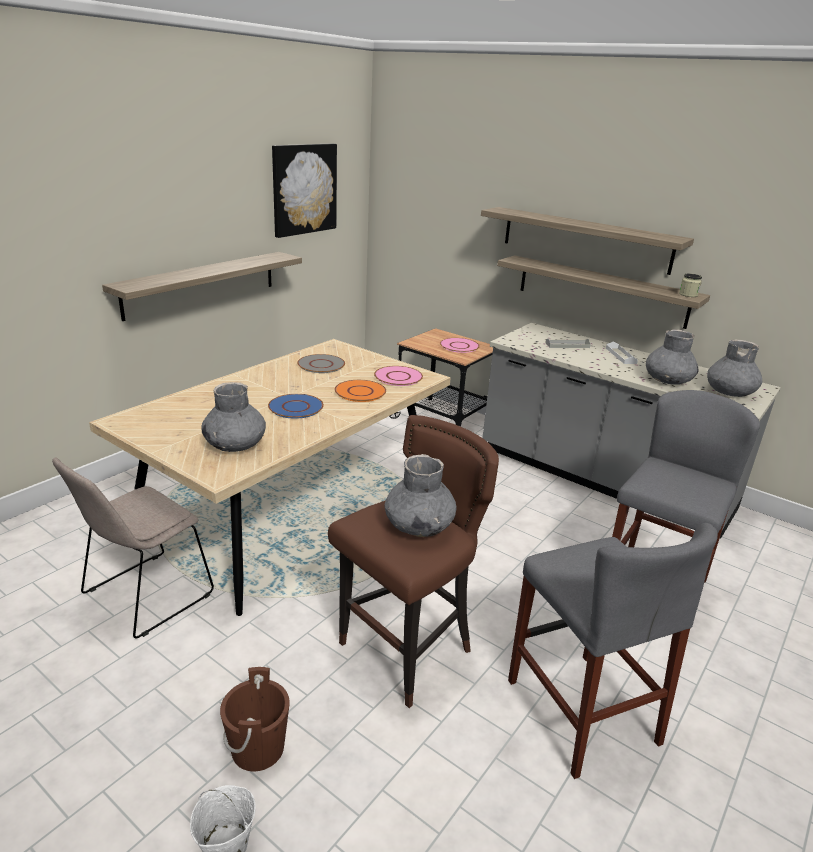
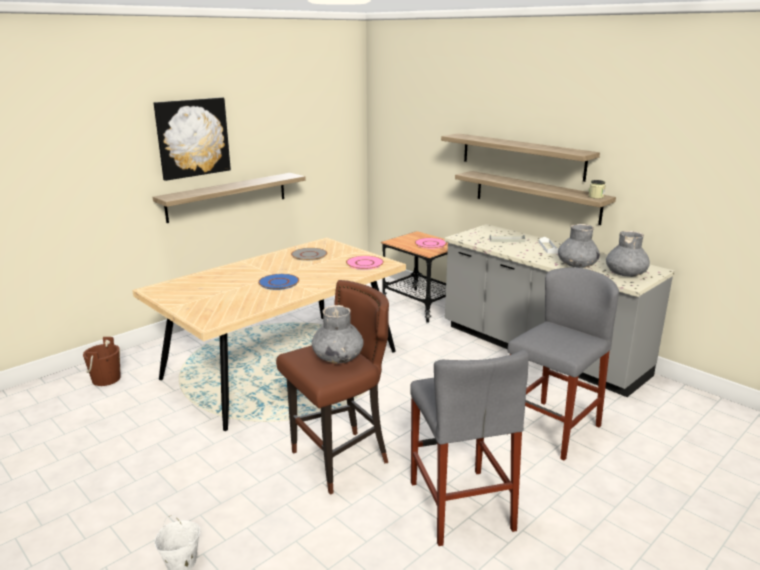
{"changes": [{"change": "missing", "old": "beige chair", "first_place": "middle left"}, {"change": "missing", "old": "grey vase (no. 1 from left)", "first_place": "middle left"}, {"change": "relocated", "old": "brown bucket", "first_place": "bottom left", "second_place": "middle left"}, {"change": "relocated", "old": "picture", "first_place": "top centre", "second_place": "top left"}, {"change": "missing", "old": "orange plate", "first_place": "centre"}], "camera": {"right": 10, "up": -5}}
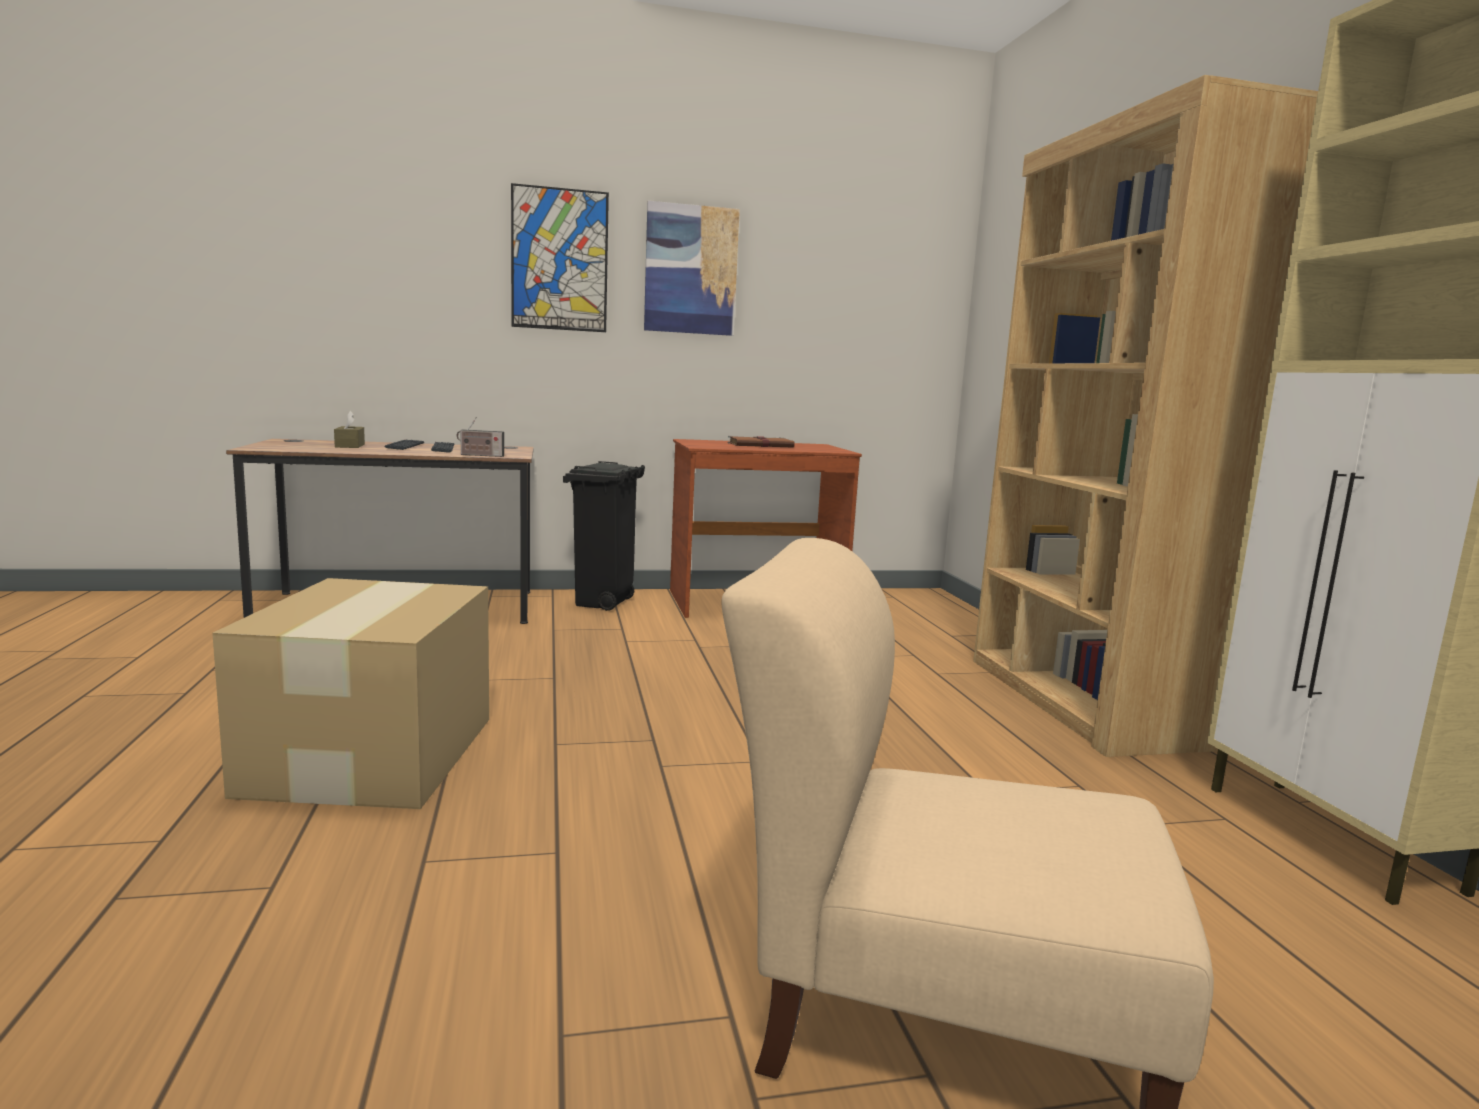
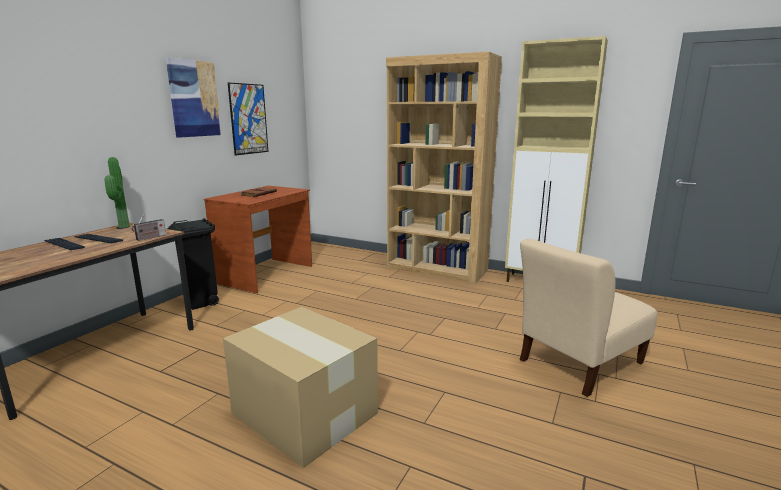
{"changes": [{"change": "missing", "old": "brown tissue box", "first_place": "middle left"}, {"change": "relocated", "old": "picture (no. 1 from left in the first image)", "new": "picture (no. 2 from left)", "first_place": "top centre", "second_place": "top left"}, {"change": "appeared", "new": "potted plant", "second_place": "middle left"}], "camera": {"right": -50, "up": 5}}
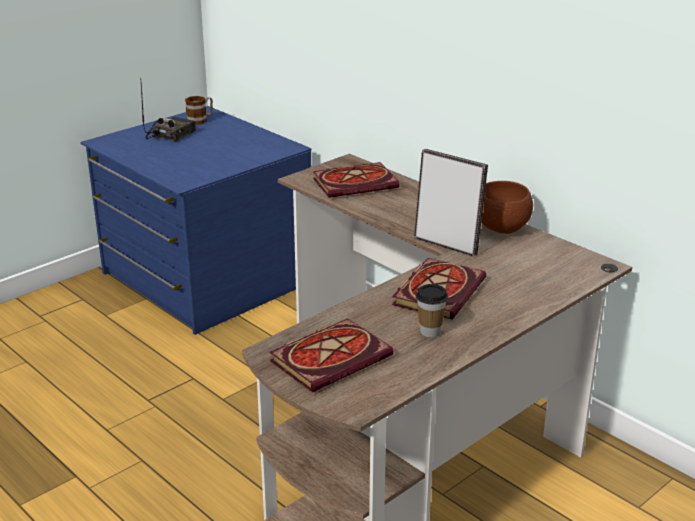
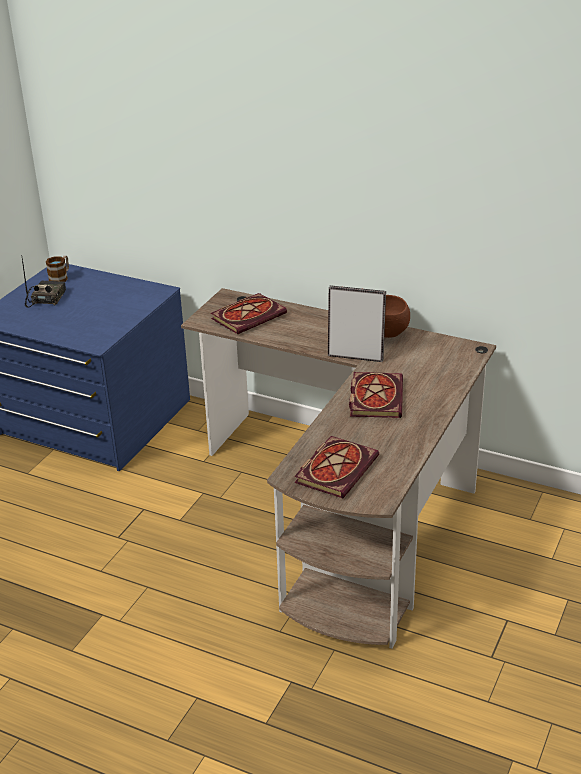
{"changes": [{"change": "missing", "old": "cup", "first_place": "centre"}], "camera": {"right": -20, "up": 5}}
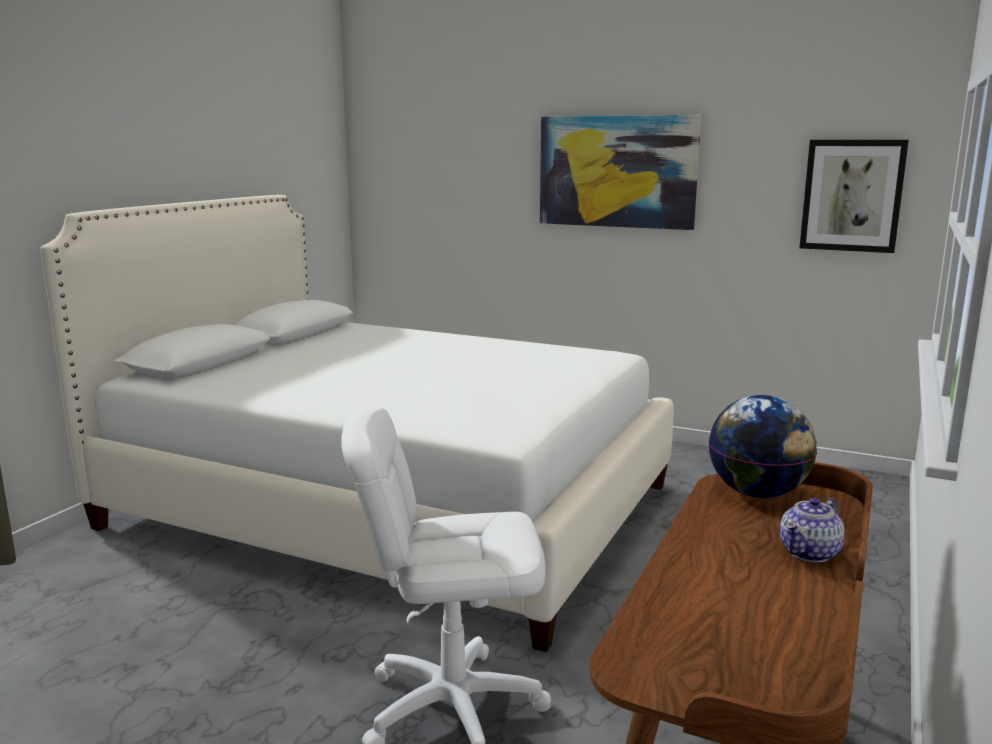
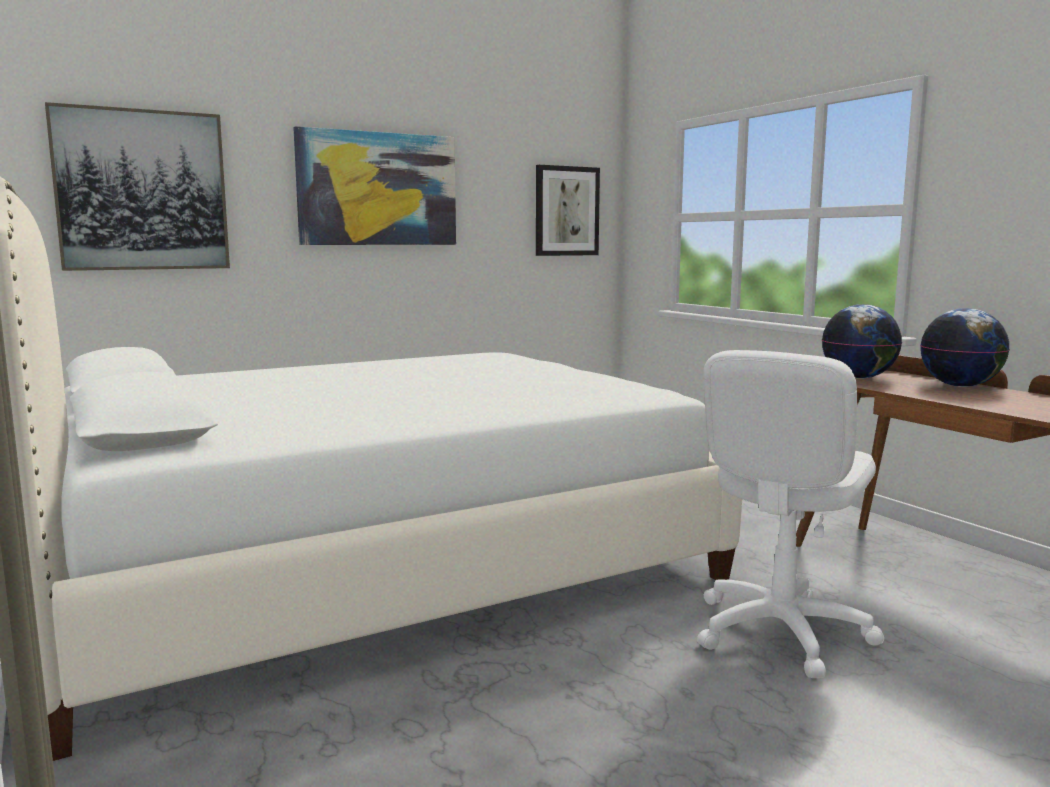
{"changes": [{"change": "exchanged", "old": "teapot", "new": "globe (no. 2 from left)", "first_place": "bottom right", "second_place": "middle right"}, {"change": "appeared", "new": "picture (no. 1 from left)", "second_place": "top left"}], "camera": {"right": -55, "up": -5}}
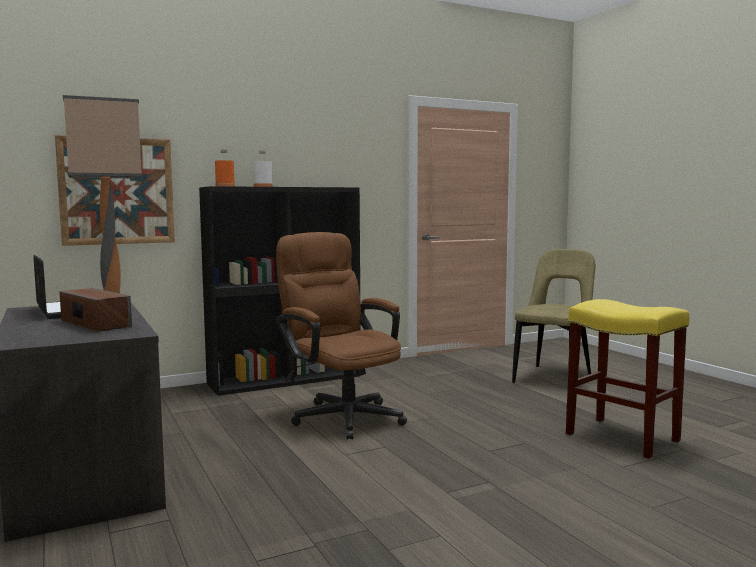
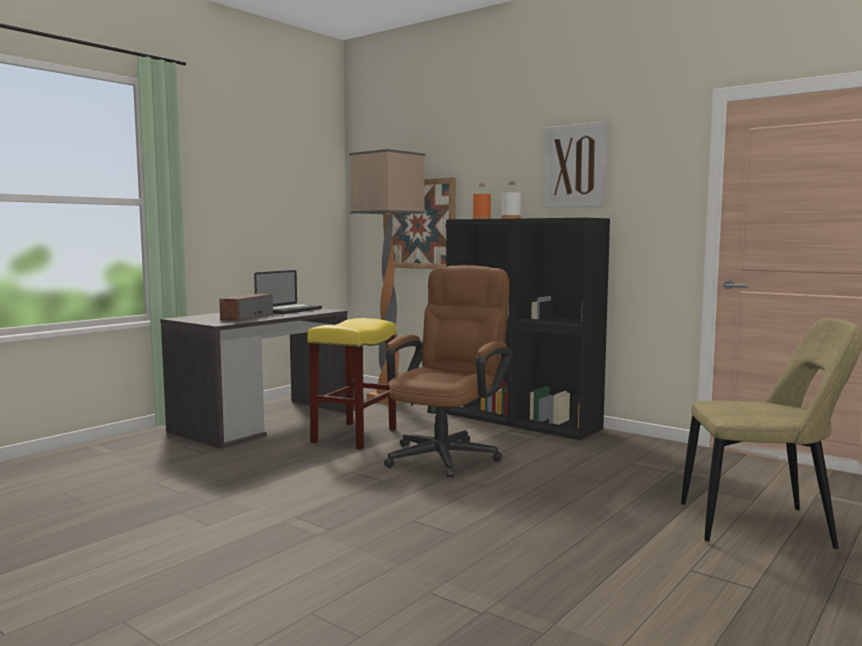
{"changes": [{"change": "relocated", "old": "yellow stool", "first_place": "bottom right", "second_place": "centre"}, {"change": "appeared", "new": "picture (no. 2 from left)", "second_place": "top right"}], "camera": {"right": 65, "up": 0}}
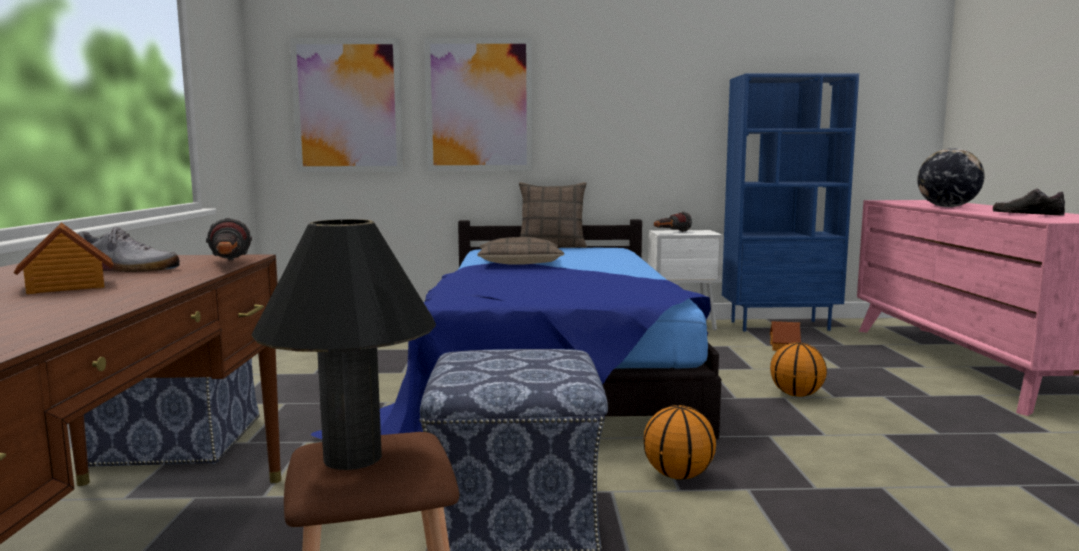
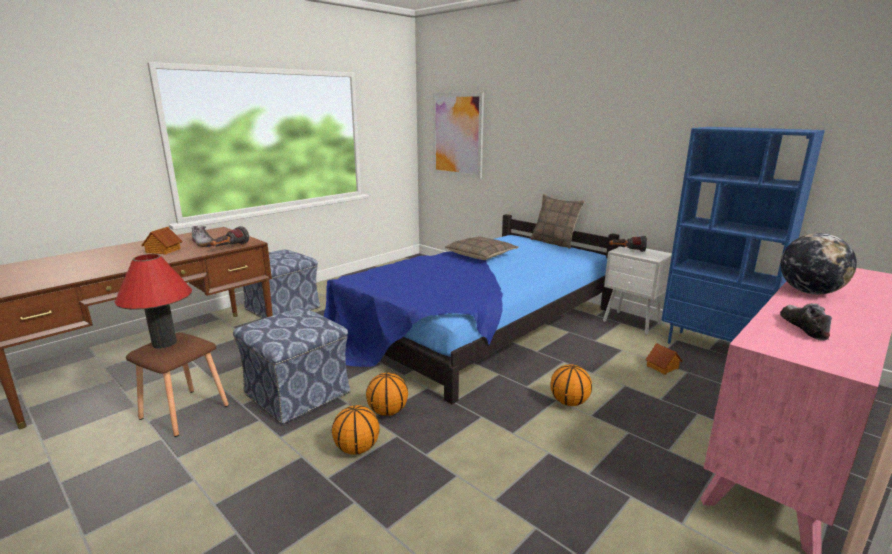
{"changes": [{"change": "colour", "old": "black table lamp", "new": "red table lamp", "first_place": "middle left", "second_place": "middle left"}, {"change": "missing", "old": "picture (no. 2 from left)", "first_place": "top centre"}, {"change": "appeared", "new": "basketball (no. 1 from left)", "second_place": "bottom centre"}], "camera": {"right": 45, "up": 10}}
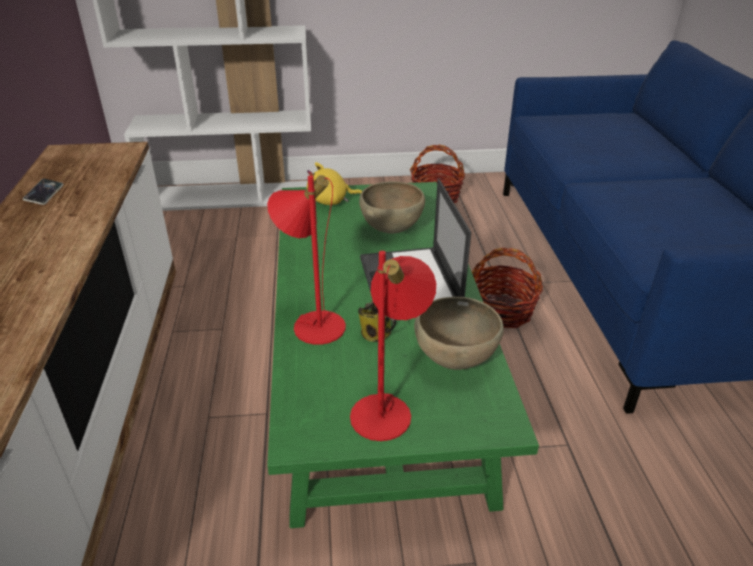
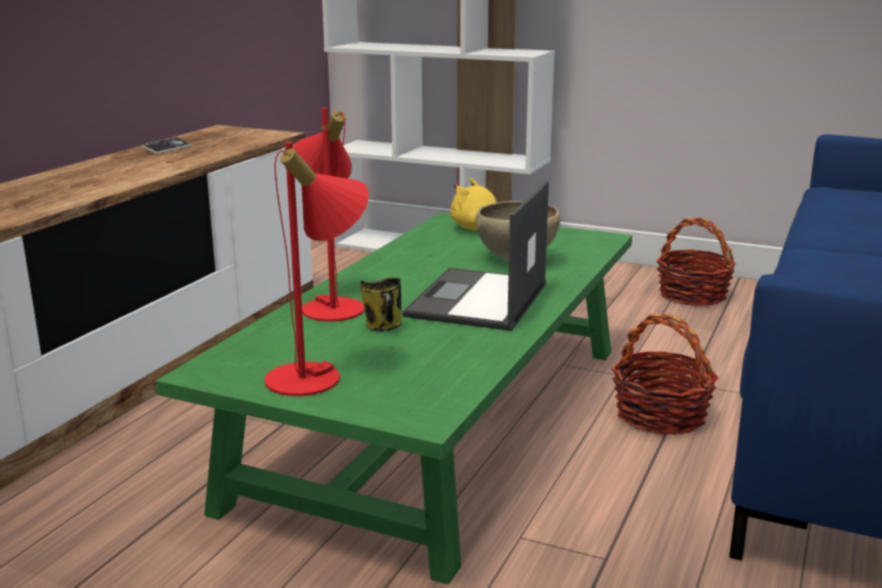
{"changes": [{"change": "missing", "old": "brown bowl (no. 2 from left)", "first_place": "centre"}], "camera": {"right": 30, "up": -15}}
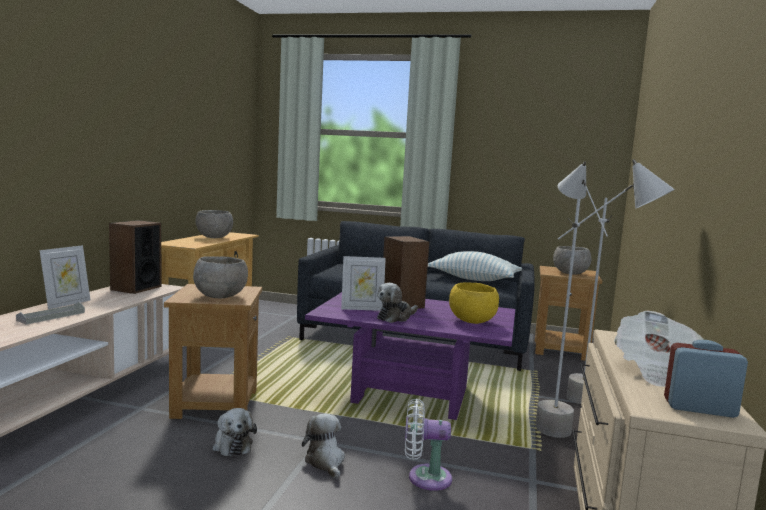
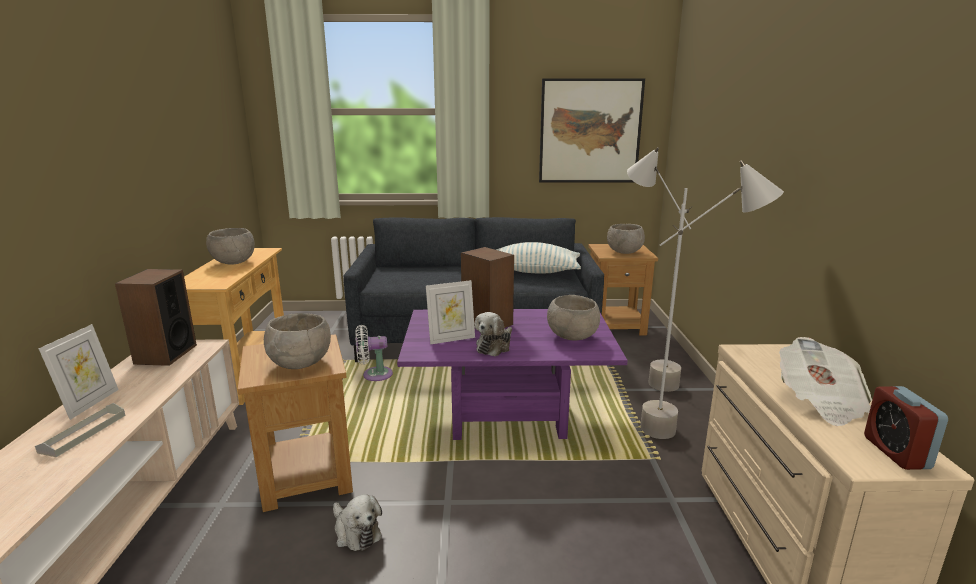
{"changes": [{"change": "missing", "old": "plush toy (no. 2 from left)", "first_place": "bottom centre"}, {"change": "relocated", "old": "white fan", "first_place": "bottom centre", "second_place": "centre"}, {"change": "colour", "old": "yellow bowl", "new": "grey bowl (no. 3 from left)", "first_place": "centre", "second_place": "centre"}, {"change": "spun", "old": "alarm clock", "first_place": "bottom right", "second_place": "bottom right", "degrees": -90}, {"change": "appeared", "new": "picture", "second_place": "top centre"}], "camera": {"right": -15, "up": 10}}
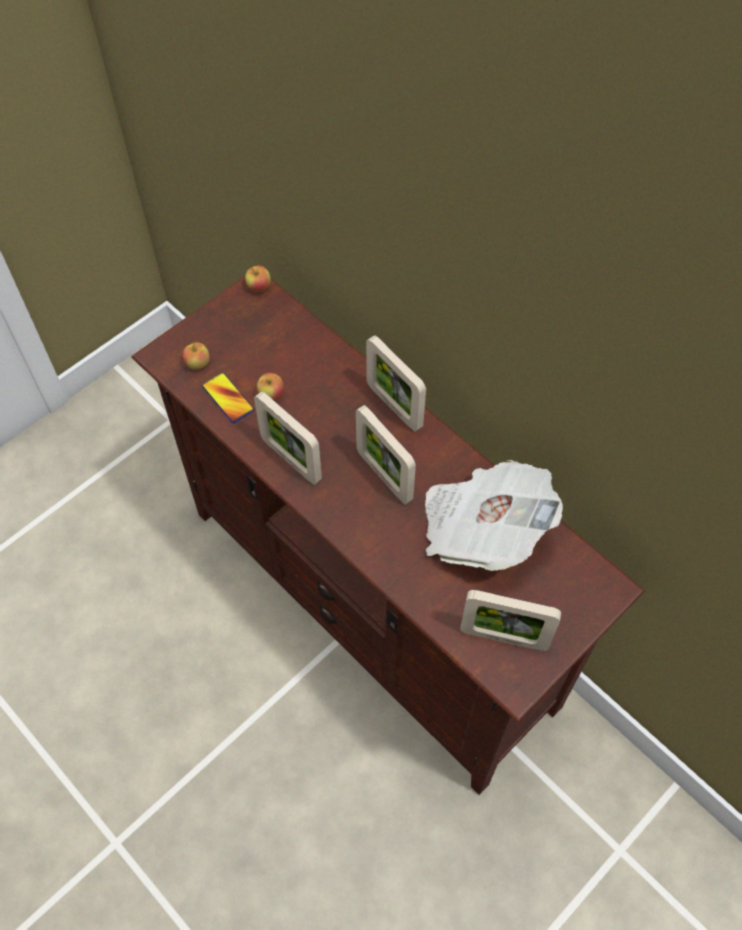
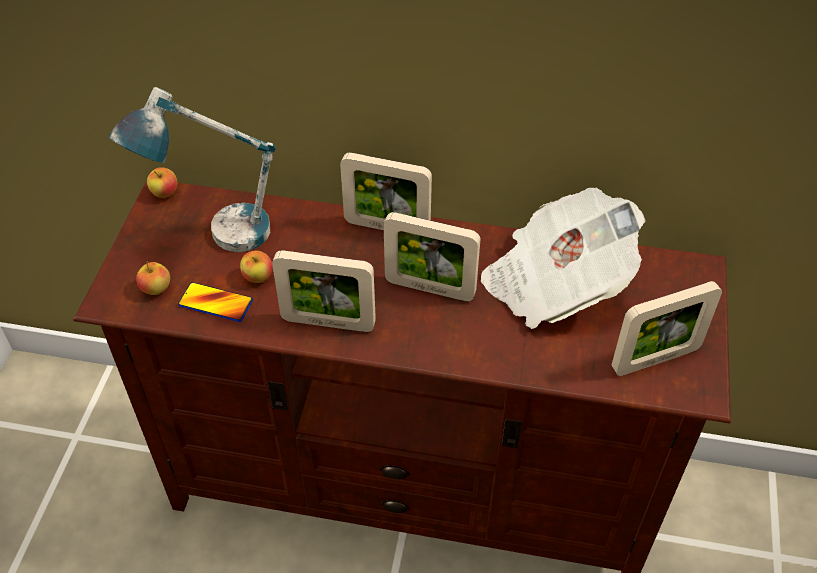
{"changes": [{"change": "appeared", "new": "table lamp", "second_place": "top left"}], "camera": {"right": -35, "up": -10}}
